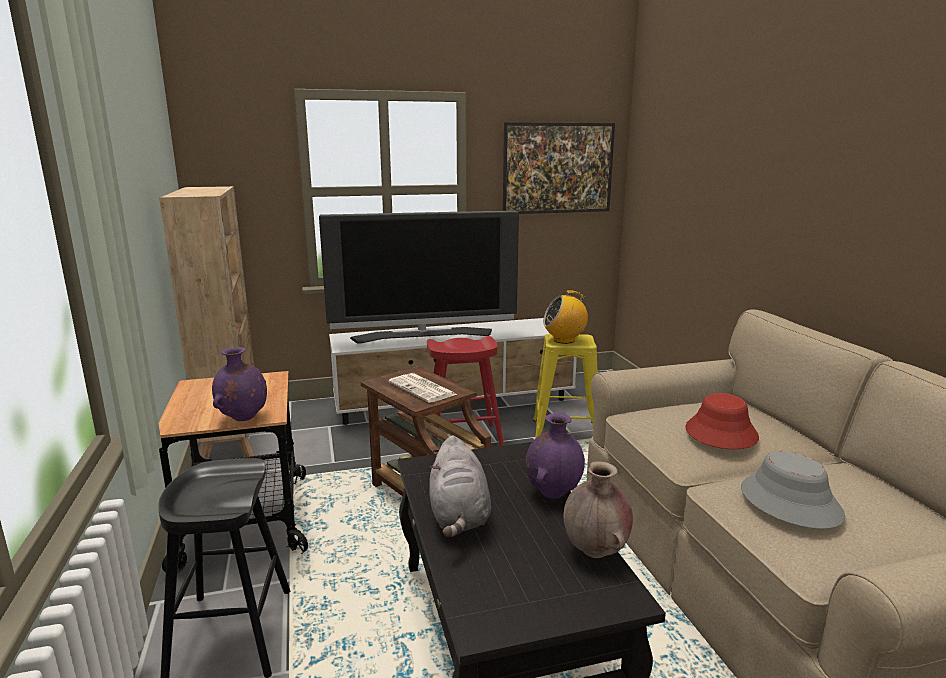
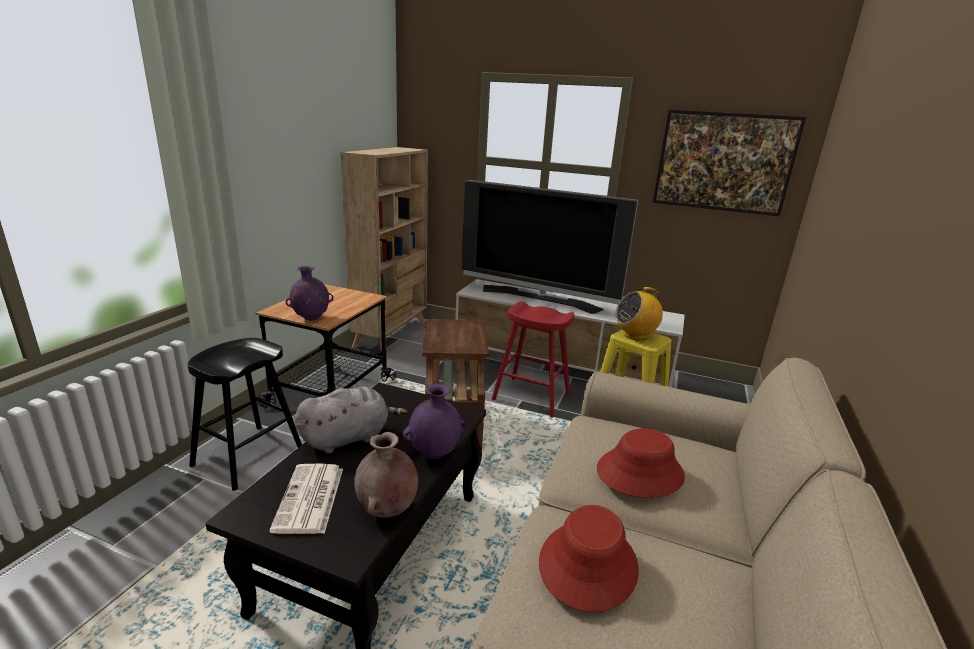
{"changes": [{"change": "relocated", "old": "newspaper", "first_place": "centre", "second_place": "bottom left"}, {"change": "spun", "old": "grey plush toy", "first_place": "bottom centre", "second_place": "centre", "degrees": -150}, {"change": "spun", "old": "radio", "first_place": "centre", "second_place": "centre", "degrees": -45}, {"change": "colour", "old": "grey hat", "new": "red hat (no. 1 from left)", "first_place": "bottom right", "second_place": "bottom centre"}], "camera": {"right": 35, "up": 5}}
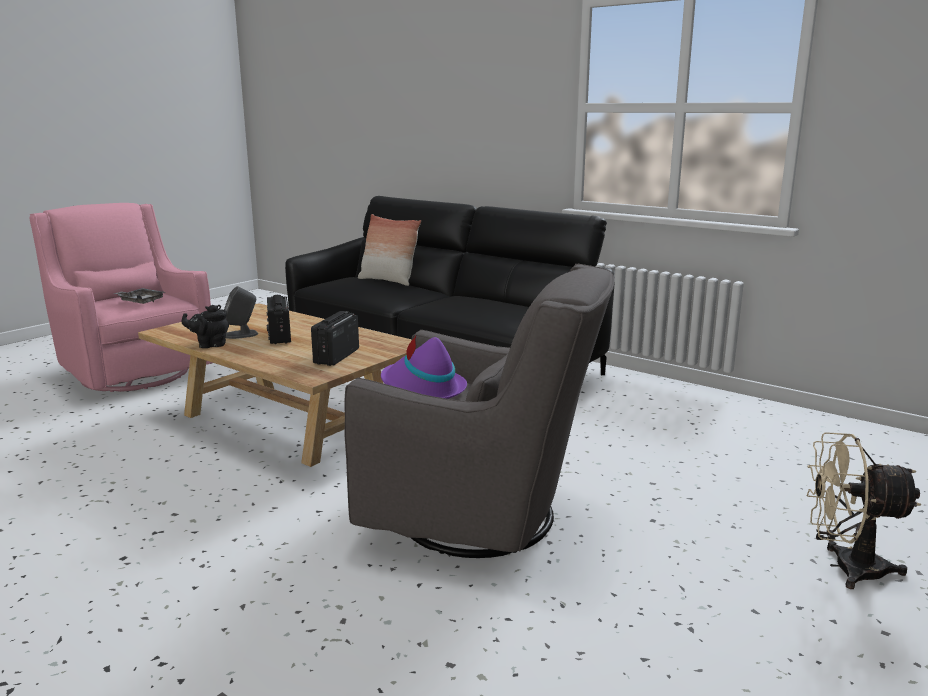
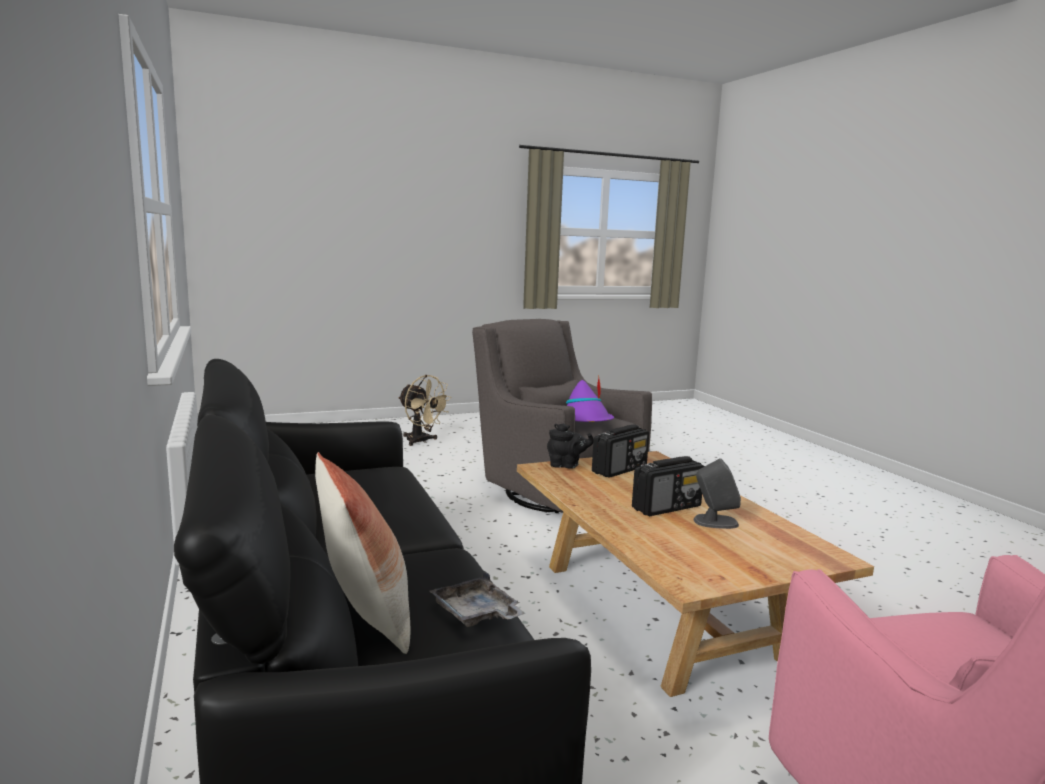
{"changes": [{"change": "relocated", "old": "grey tray", "first_place": "middle left", "second_place": "bottom centre"}, {"change": "relocated", "old": "black teapot", "first_place": "middle left", "second_place": "centre"}, {"change": "spun", "old": "radio (no. 1 from left in the first image)", "first_place": "middle left", "second_place": "centre", "degrees": 45}], "camera": {"right": -150, "up": -5}}
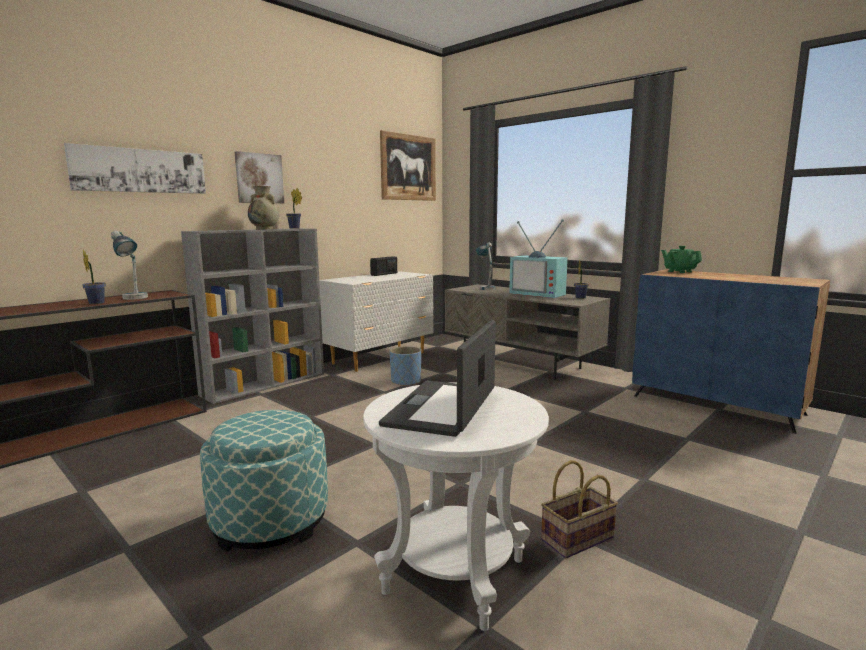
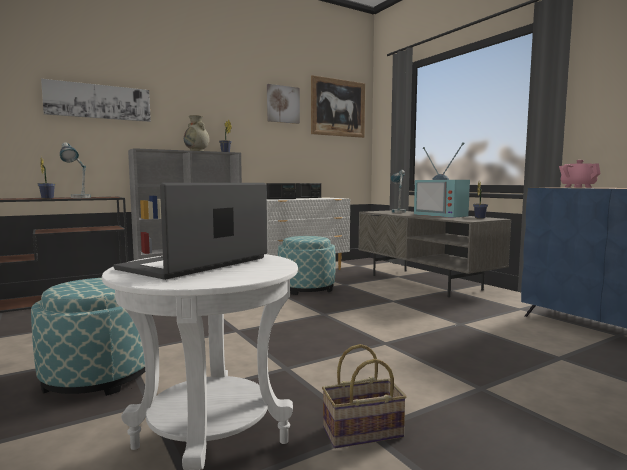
{"changes": [{"change": "relocated", "old": "picture (no. 2 from left)", "first_place": "top left", "second_place": "top centre"}, {"change": "exchanged", "old": "blue planter", "new": "ottoman (no. 2 from left)", "first_place": "centre", "second_place": "centre"}, {"change": "colour", "old": "green teapot", "new": "pink teapot", "first_place": "middle right", "second_place": "middle right"}, {"change": "appeared", "new": "radio (no. 1 from left)", "second_place": "centre"}], "camera": {"right": 15, "up": -5}}
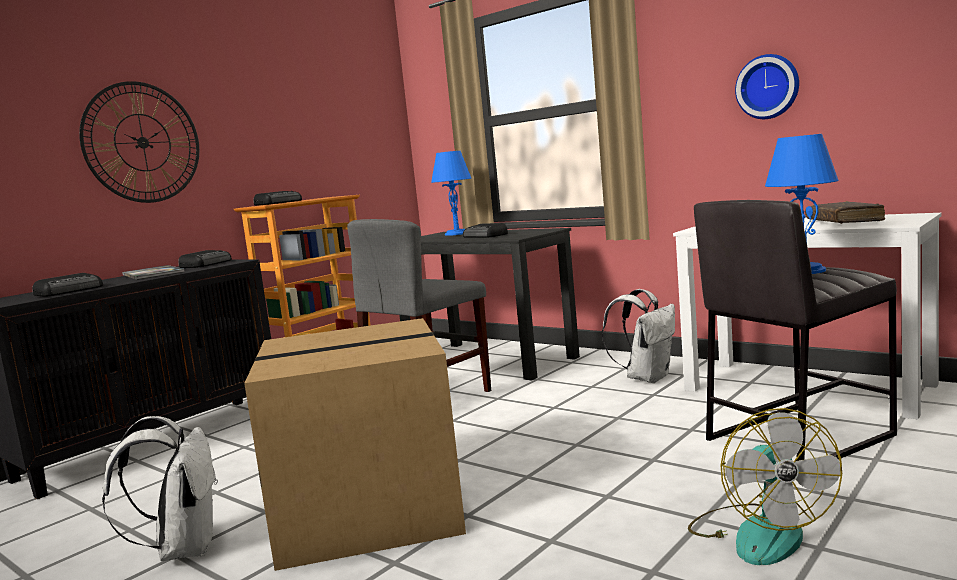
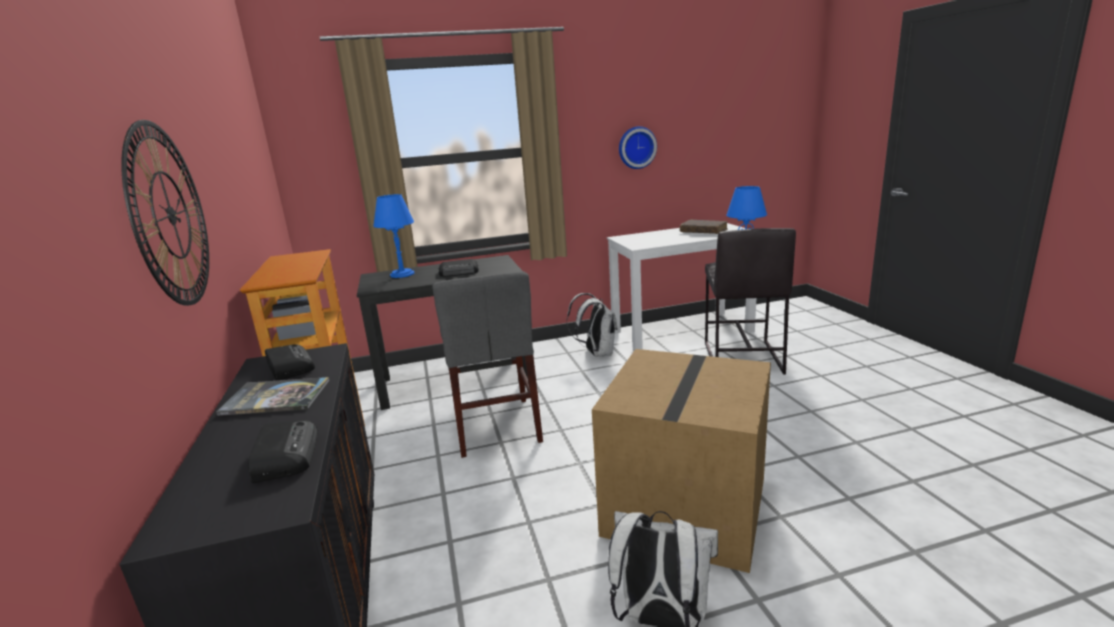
{"changes": [{"change": "missing", "old": "radio (no. 3 from left)", "first_place": "middle left"}, {"change": "missing", "old": "fan", "first_place": "bottom right"}], "camera": {"right": -55, "up": 10}}
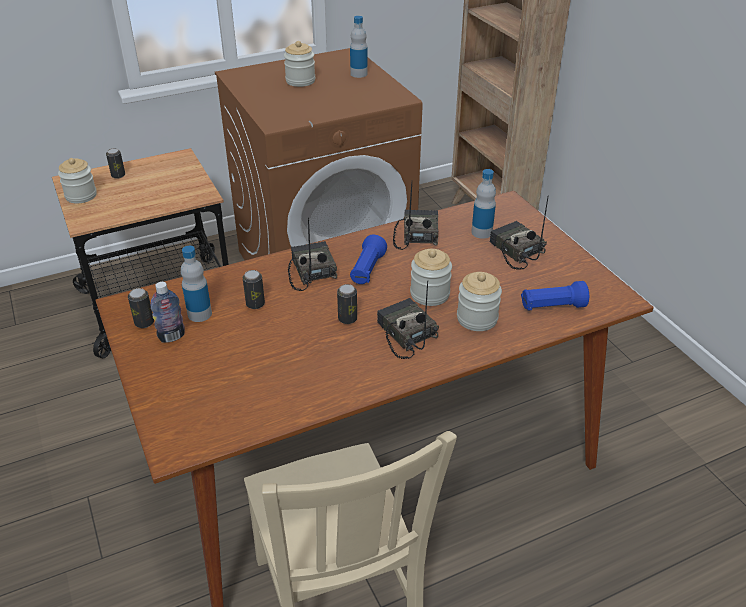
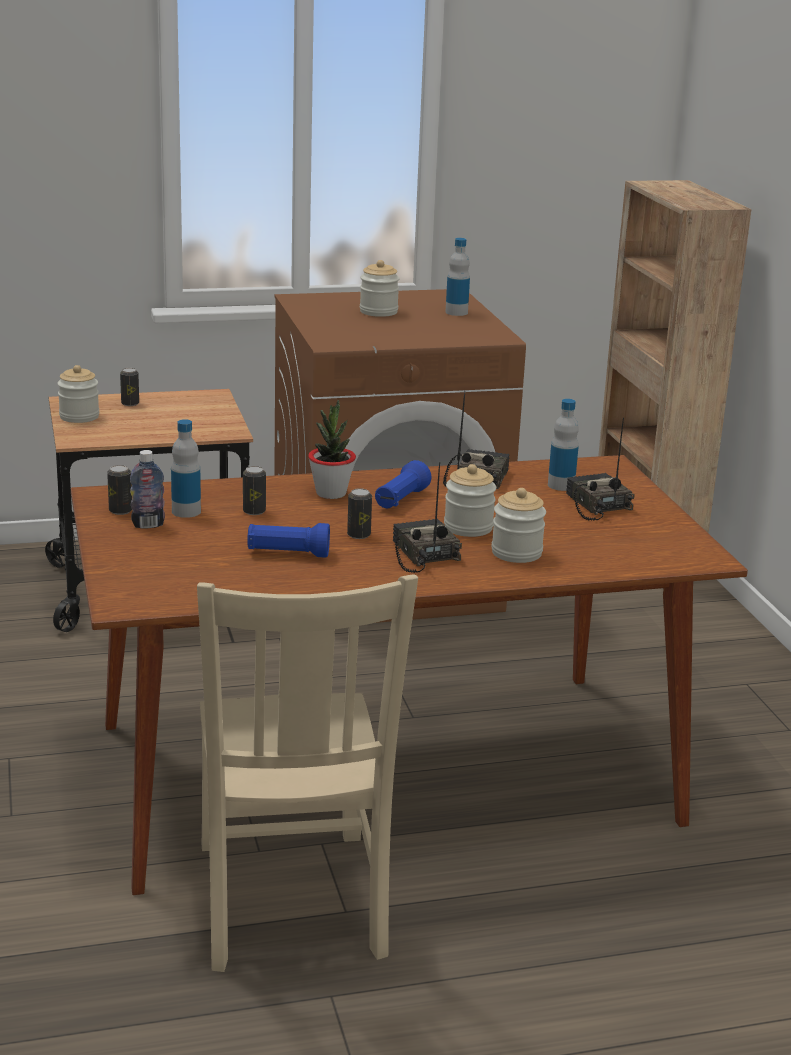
{"changes": [{"change": "exchanged", "old": "radio (no. 1 from left)", "new": "potted plant", "first_place": "centre", "second_place": "centre"}, {"change": "relocated", "old": "blue flashlight (no. 2 from left in the first image)", "new": "blue flashlight (no. 1 from left)", "first_place": "middle right", "second_place": "centre"}], "camera": {"right": 10, "up": -15}}
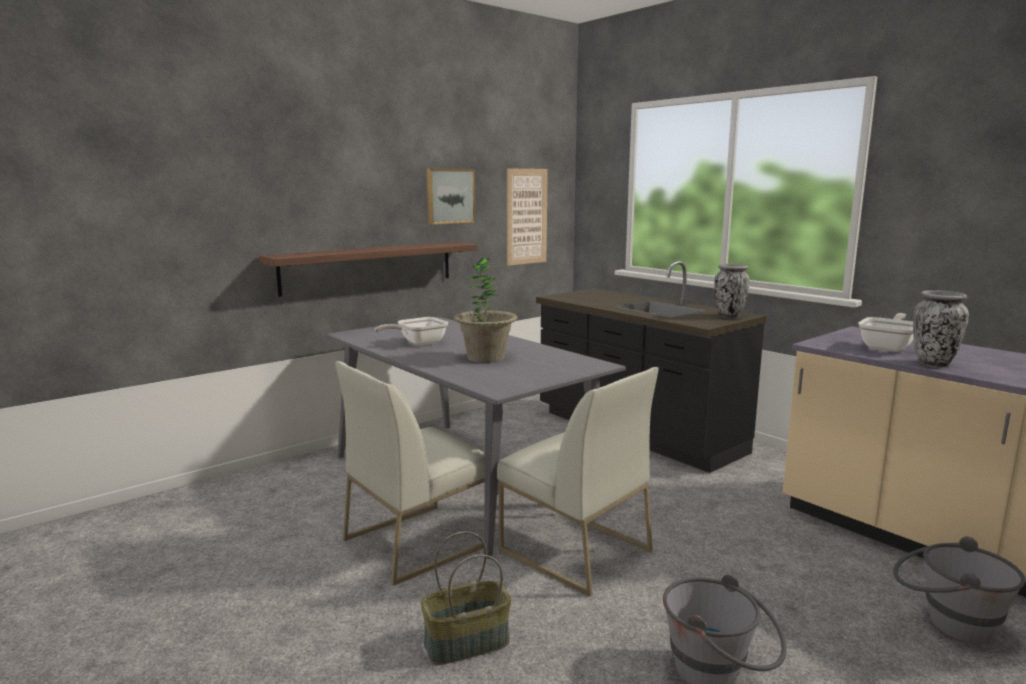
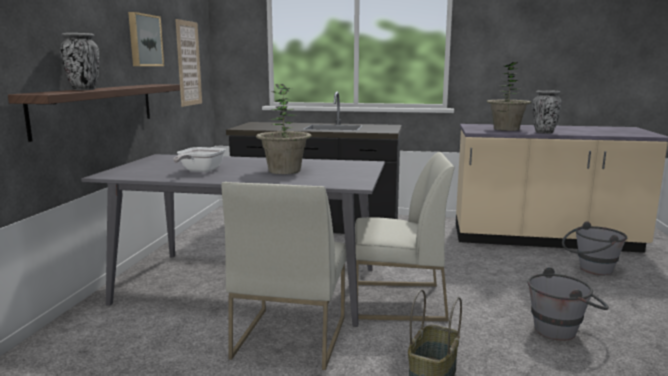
{"changes": [{"change": "relocated", "old": "vase (no. 1 from left)", "first_place": "middle right", "second_place": "top left"}, {"change": "exchanged", "old": "frying pan (no. 2 from left)", "new": "potted plant (no. 2 from left)", "first_place": "middle right", "second_place": "top right"}], "camera": {"right": -40, "up": 0}}
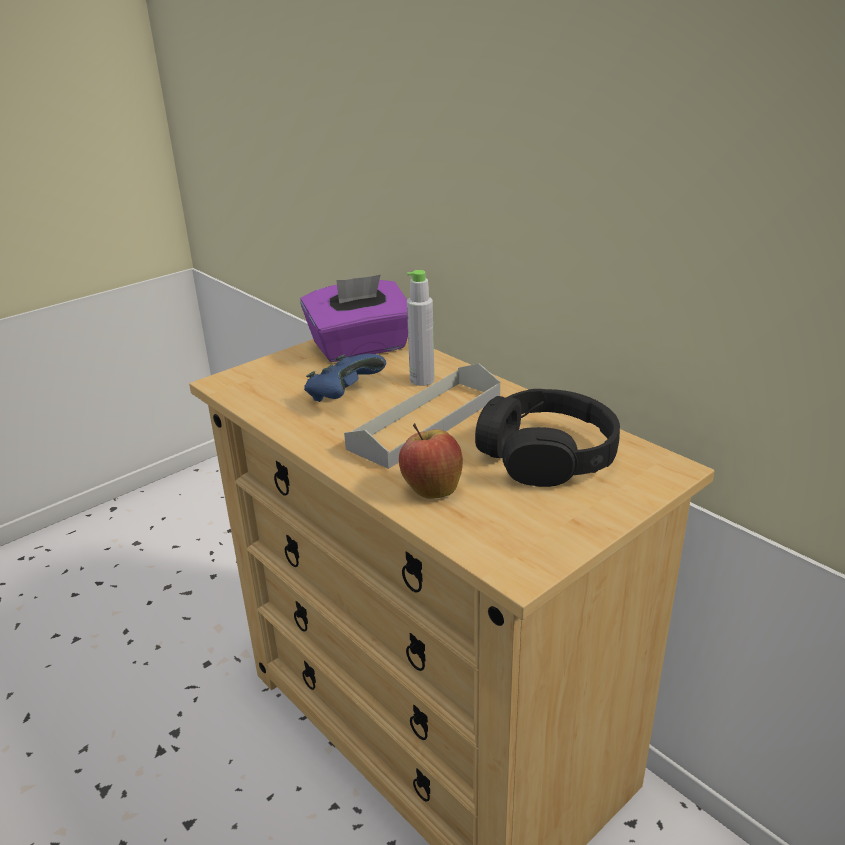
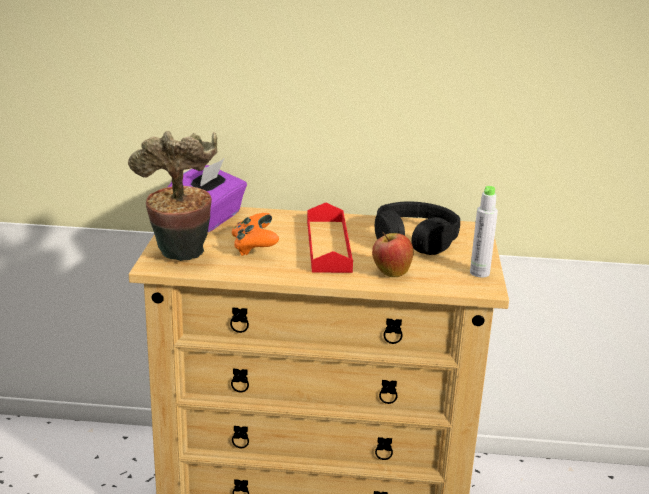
{"changes": [{"change": "colour", "old": "blue game controller", "new": "orange game controller", "first_place": "centre", "second_place": "centre"}, {"change": "colour", "old": "grey tray", "new": "red tray", "first_place": "centre", "second_place": "centre"}, {"change": "relocated", "old": "grey bottle", "first_place": "centre", "second_place": "middle right"}, {"change": "appeared", "new": "potted plant", "second_place": "middle left"}], "camera": {"right": -45, "up": -5}}
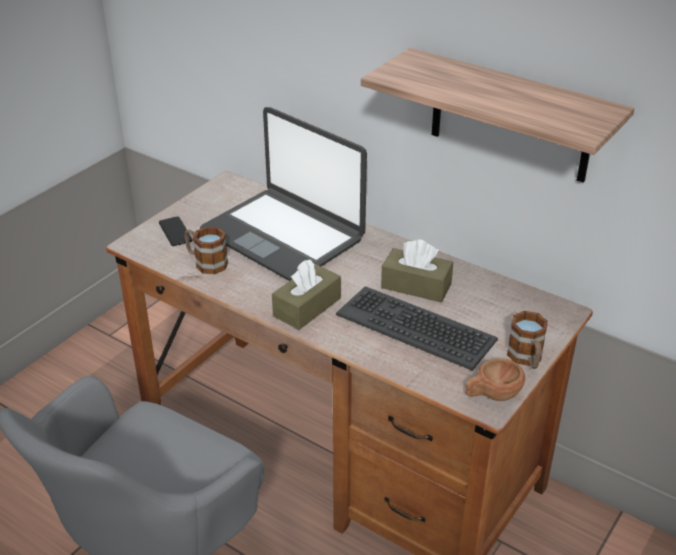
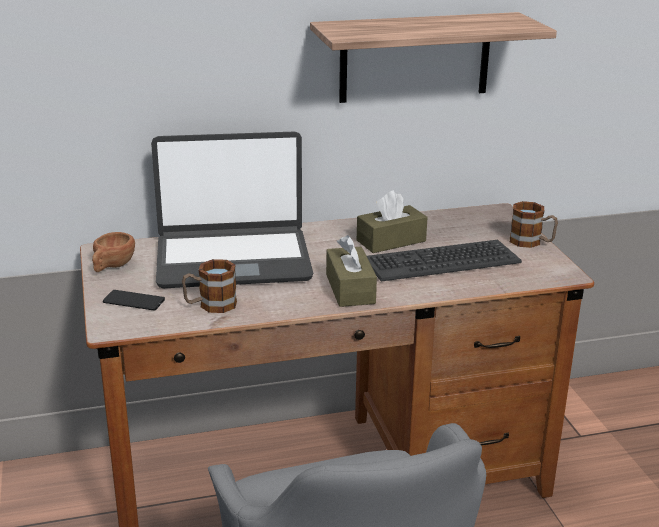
{"changes": [{"change": "relocated", "old": "brown cup", "first_place": "bottom right", "second_place": "middle left"}], "camera": {"right": -50, "up": -10}}
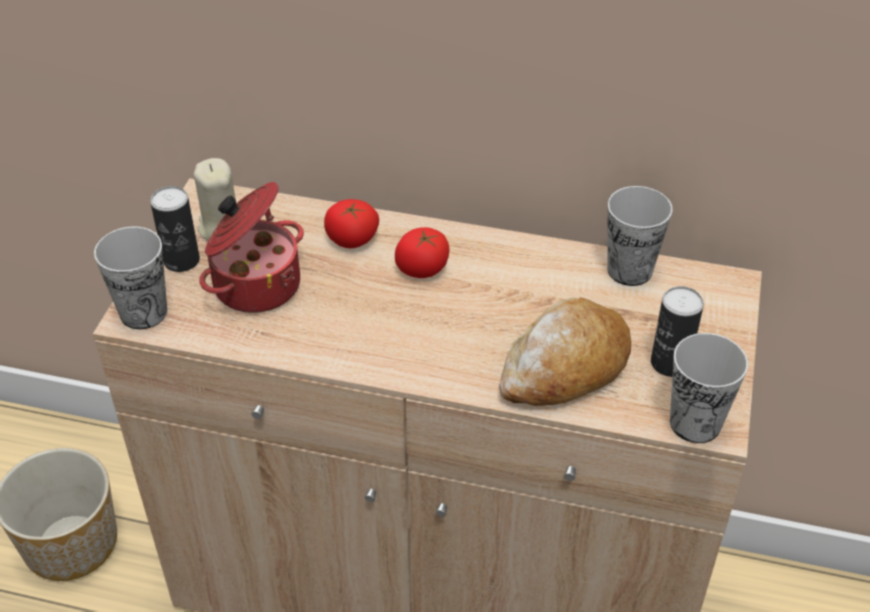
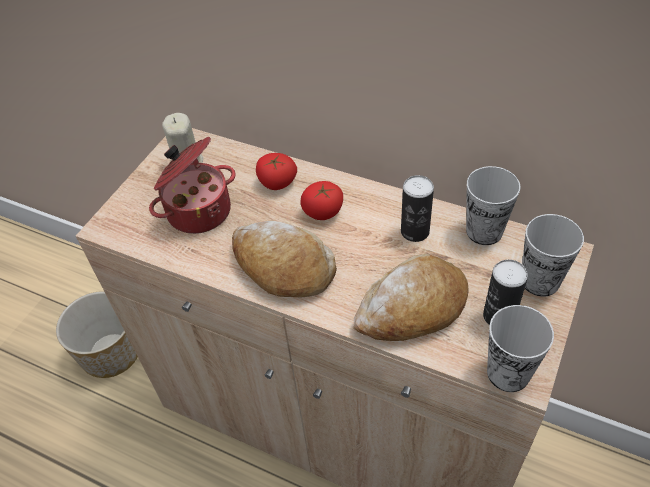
{"changes": [{"change": "relocated", "old": "cup (no. 1 from left in the first image)", "new": "cup (no. 3 from left)", "first_place": "middle left", "second_place": "middle right"}, {"change": "relocated", "old": "can (no. 1 from left)", "first_place": "middle left", "second_place": "centre"}, {"change": "appeared", "new": "bread (no. 1 from left)", "second_place": "centre"}], "camera": {"right": 15, "up": 5}}
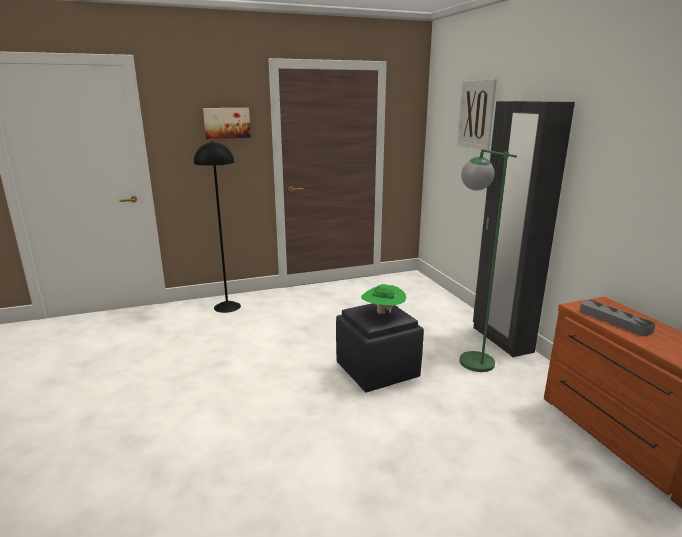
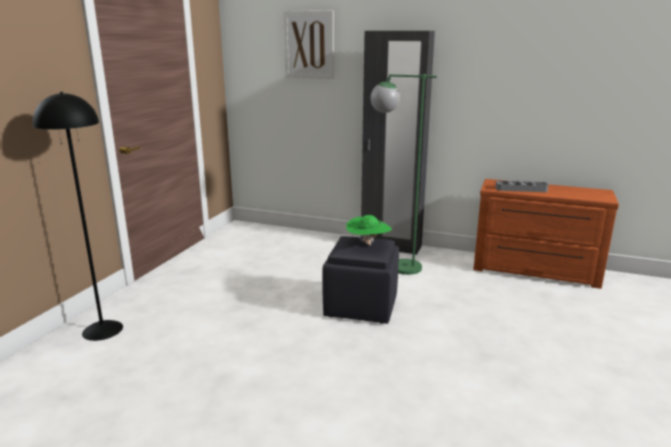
{"changes": [{"change": "missing", "old": "picture (no. 1 from left)", "first_place": "top left"}], "camera": {"right": -50, "up": 0}}
